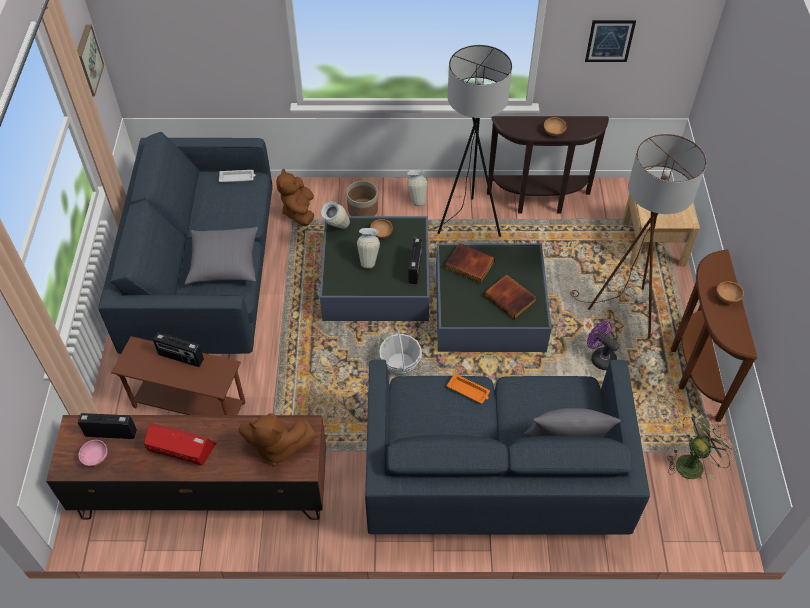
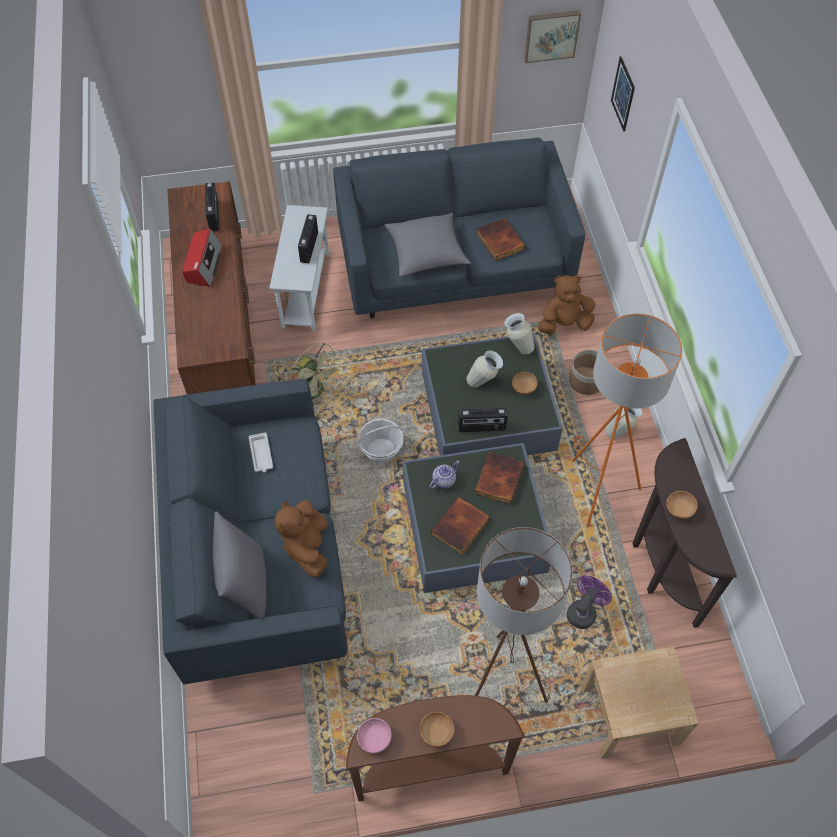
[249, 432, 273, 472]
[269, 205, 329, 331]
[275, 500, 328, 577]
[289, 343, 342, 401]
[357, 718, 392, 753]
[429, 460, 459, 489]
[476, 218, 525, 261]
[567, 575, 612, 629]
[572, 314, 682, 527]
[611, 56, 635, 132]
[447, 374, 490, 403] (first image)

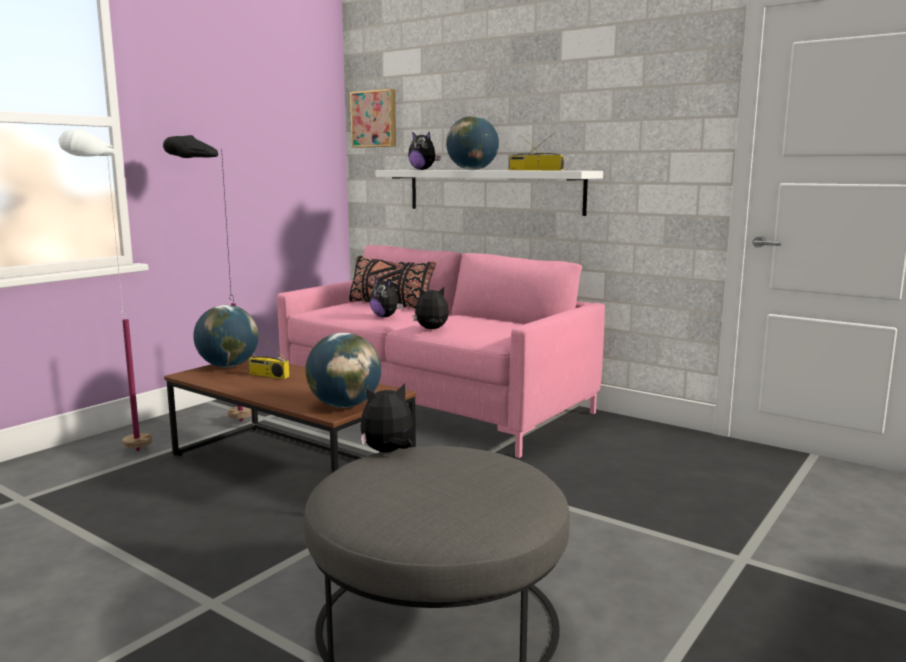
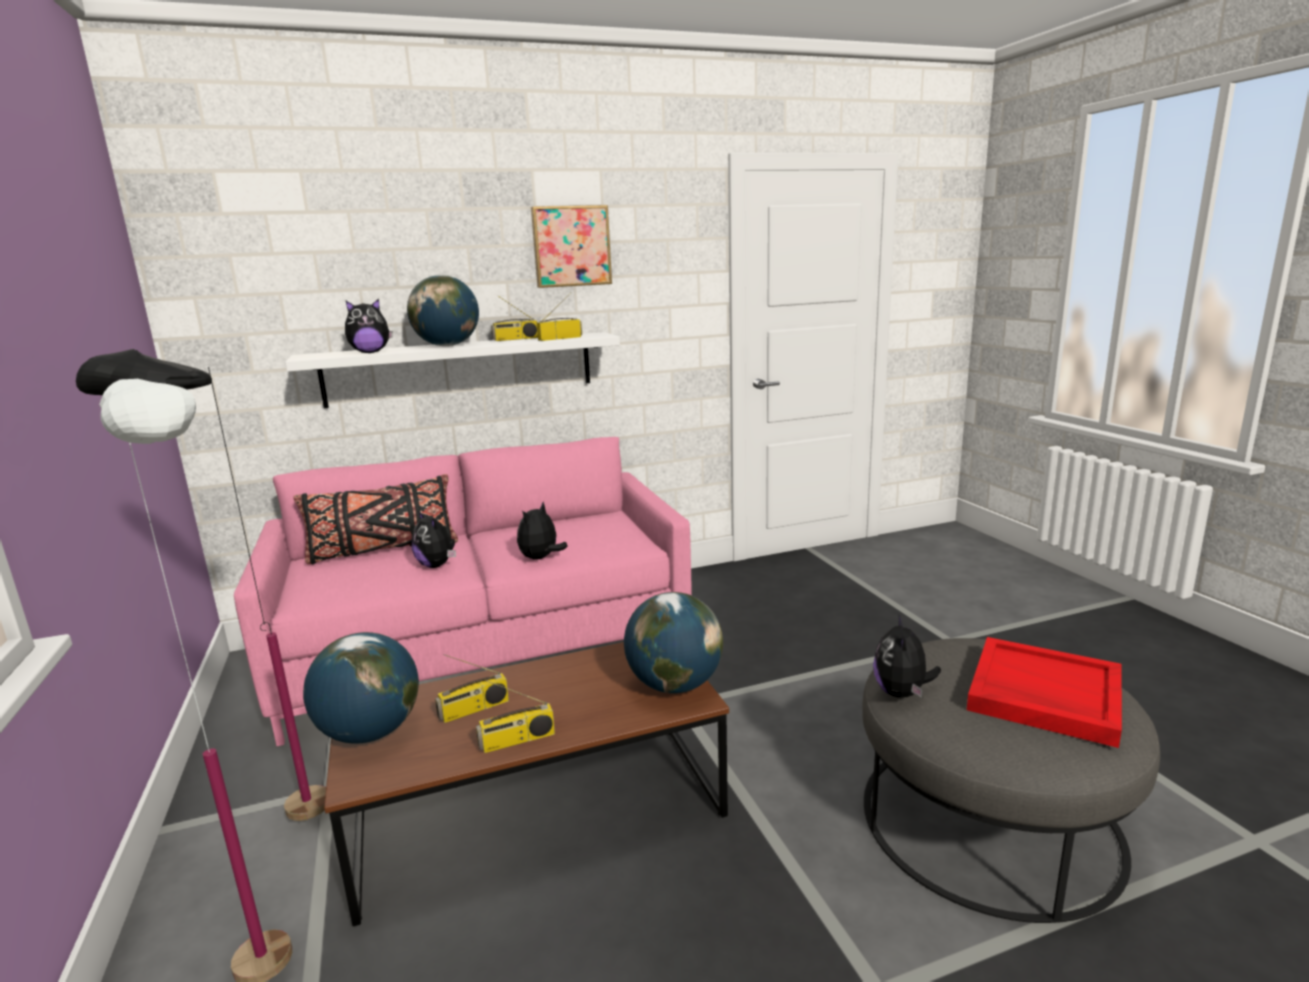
[412, 512, 456, 568]
[476, 680, 555, 753]
[531, 205, 612, 288]
[967, 637, 1122, 748]

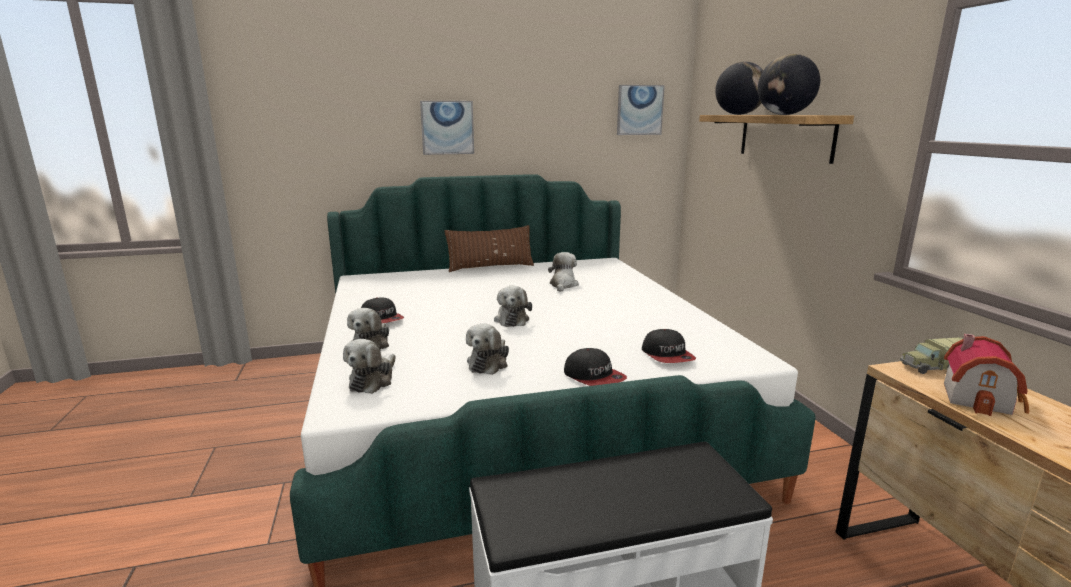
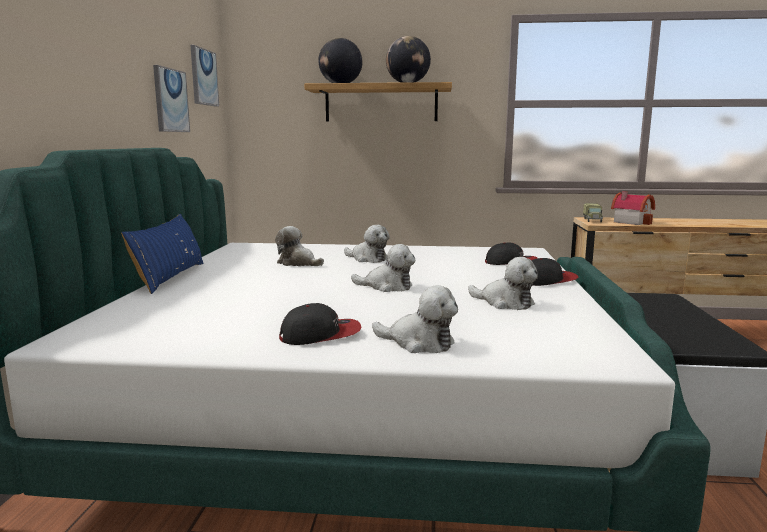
[121, 214, 203, 294]
[153, 65, 190, 132]
[344, 225, 390, 263]

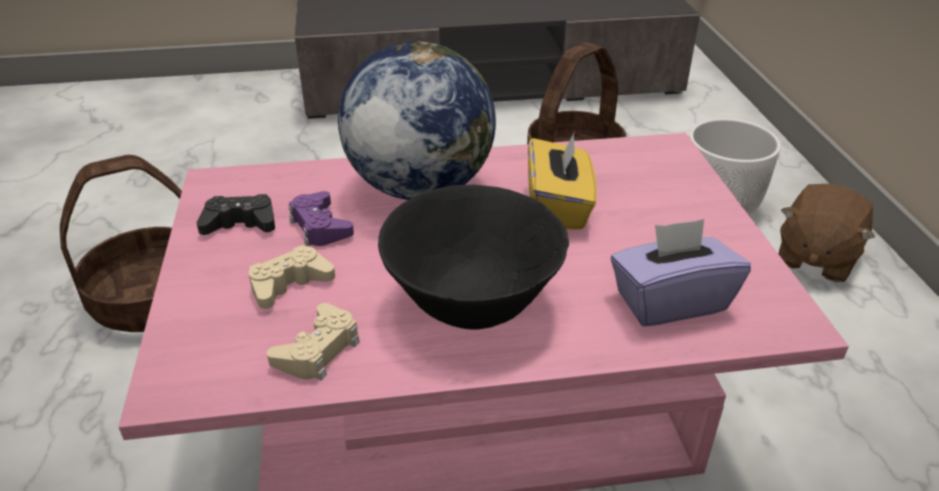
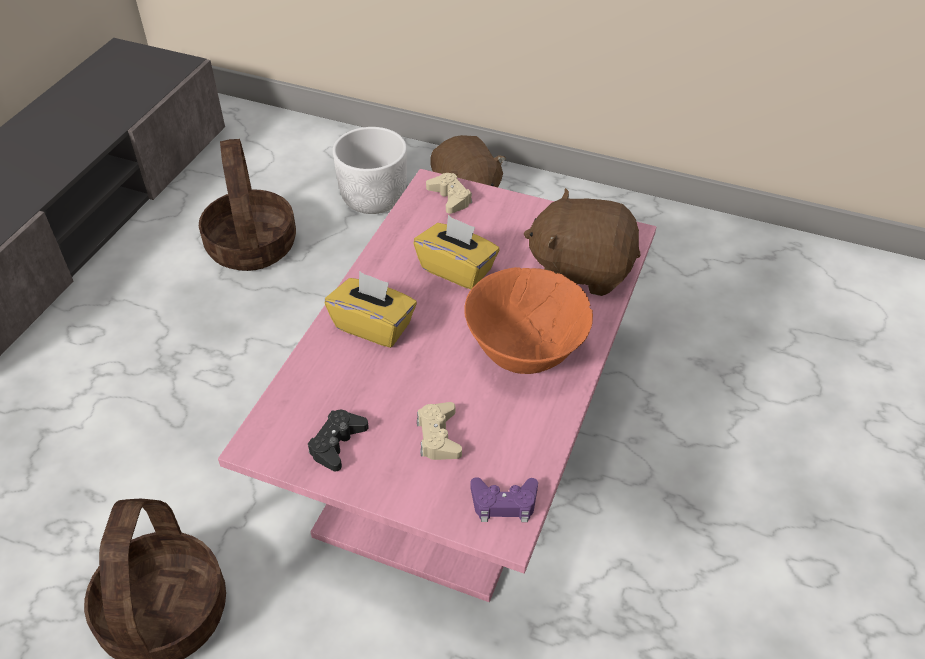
[325, 271, 417, 348]
[426, 173, 472, 214]
[464, 267, 593, 374]
[470, 477, 538, 522]
[524, 188, 641, 296]

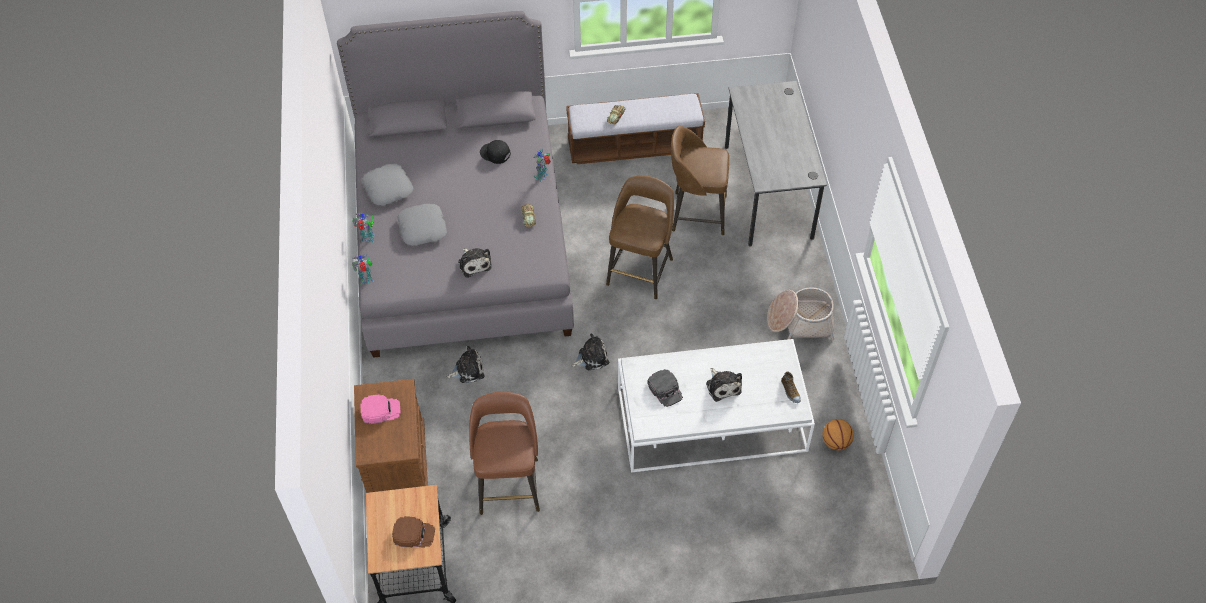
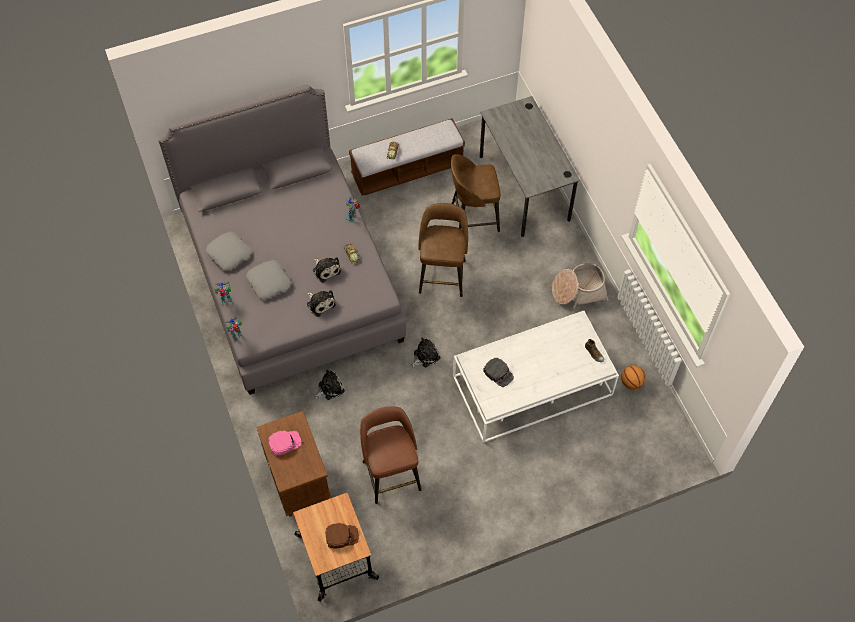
[313, 257, 341, 283]
[480, 140, 511, 164] (first image)

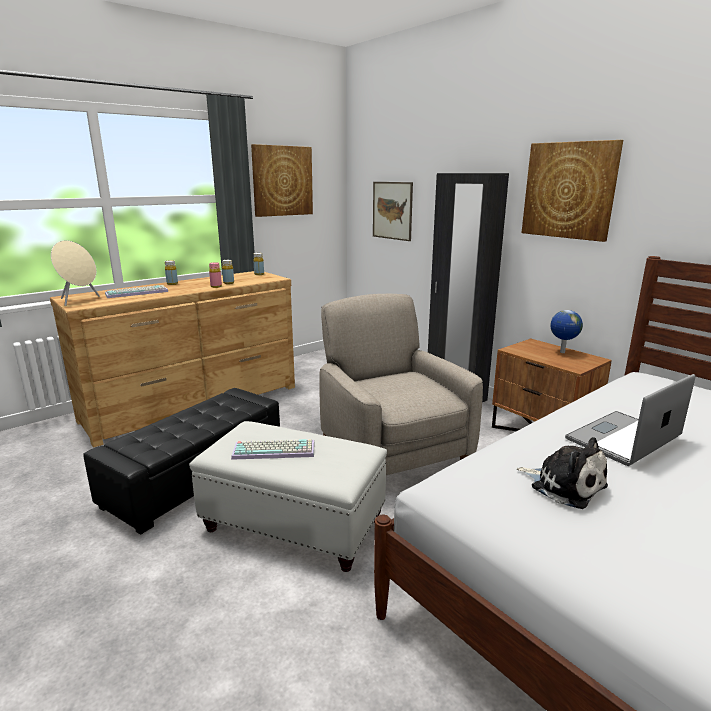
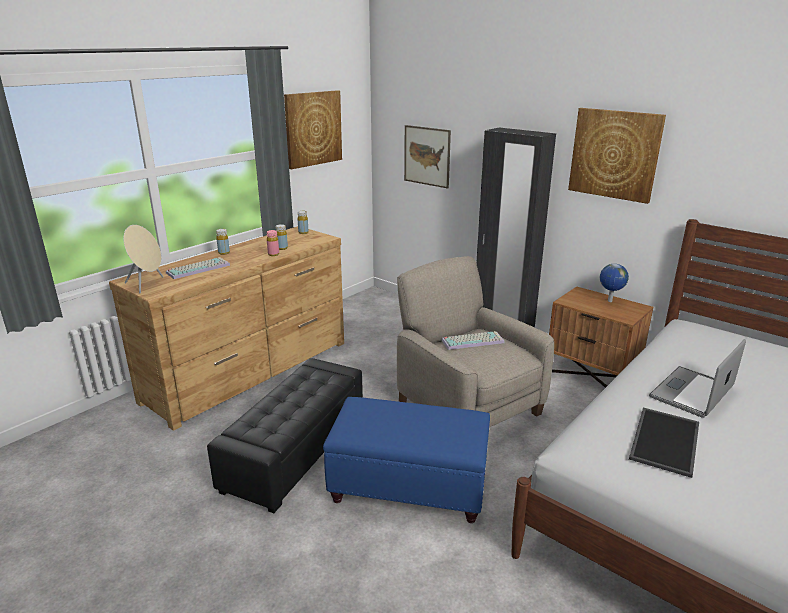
[323, 397, 490, 523]
[442, 331, 505, 350]
[629, 408, 699, 478]

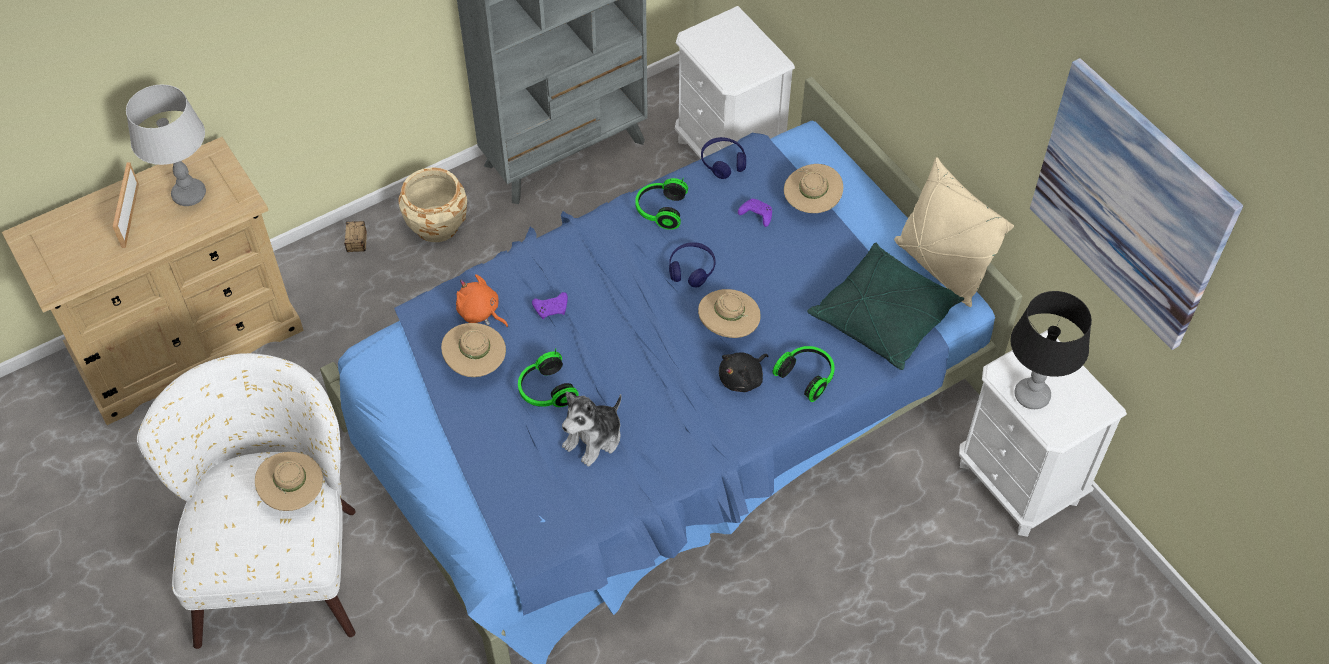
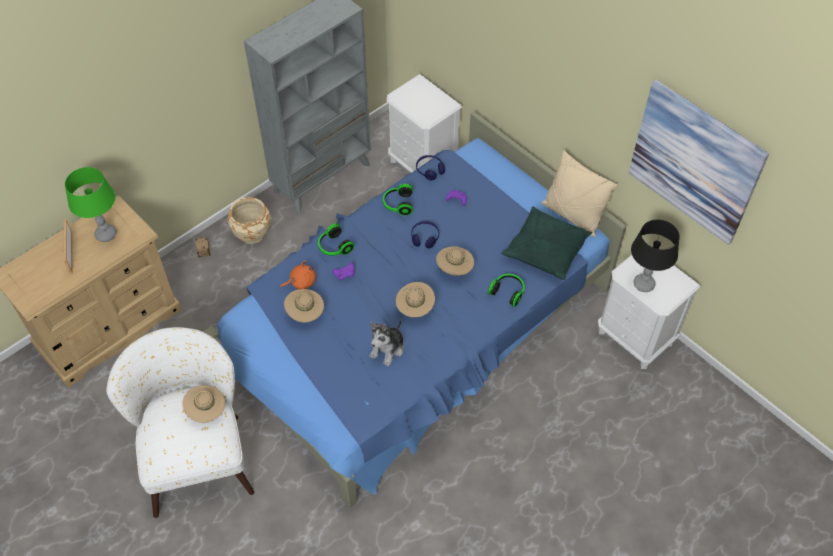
[65, 167, 117, 242]
[280, 260, 316, 289]
[318, 223, 354, 256]
[396, 282, 435, 317]
[719, 352, 768, 392] (first image)

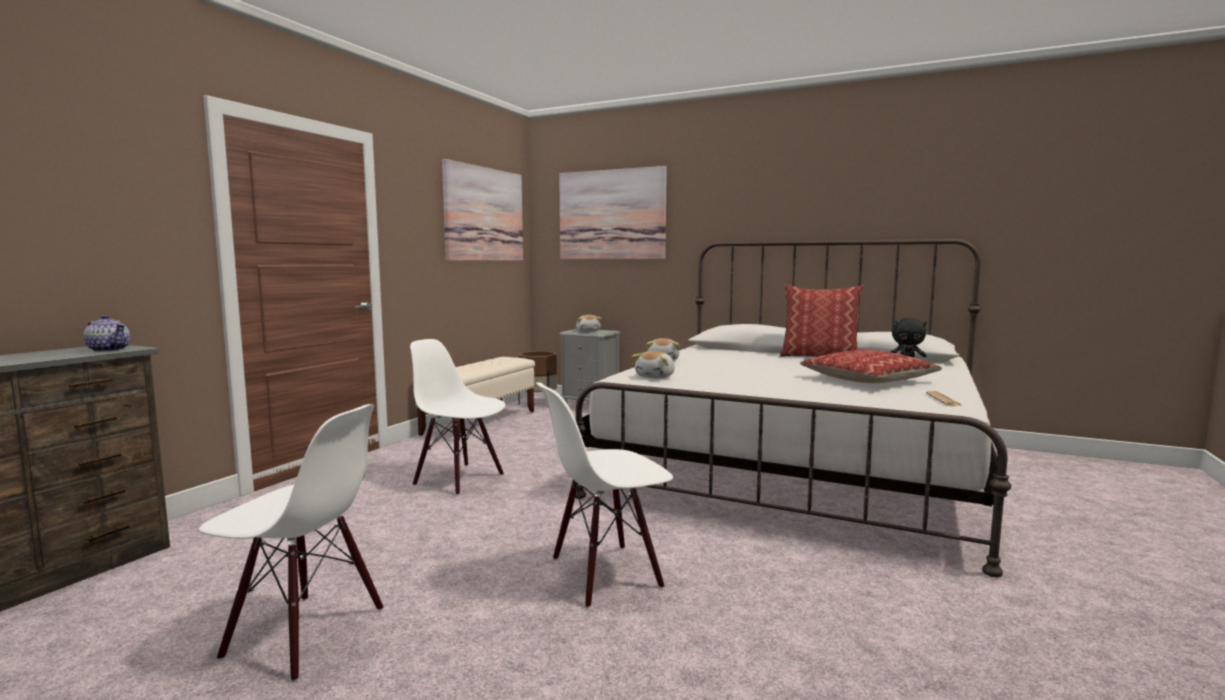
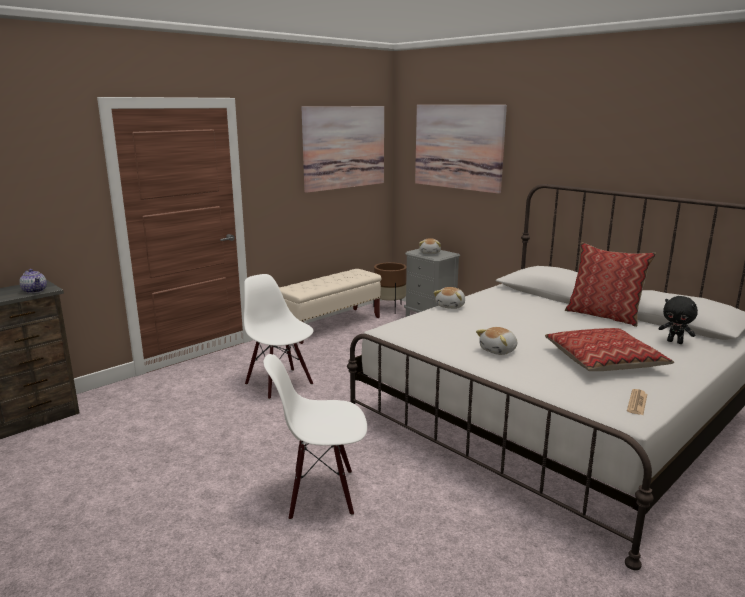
[476, 327, 517, 355]
[199, 404, 384, 682] (first image)

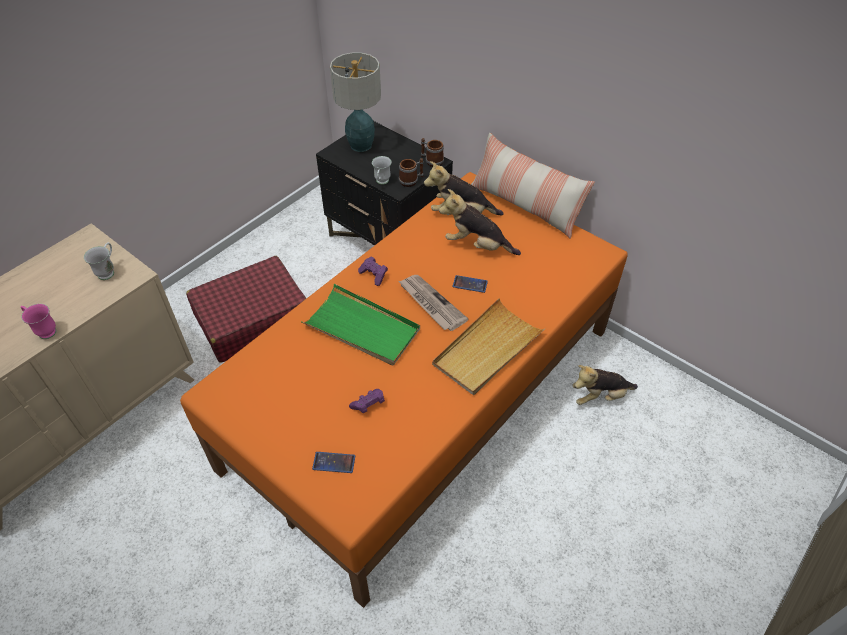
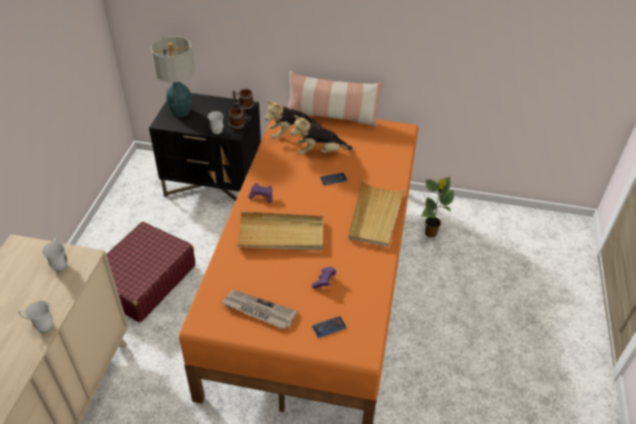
[18, 301, 53, 333]
[221, 290, 297, 329]
[236, 211, 323, 250]
[421, 176, 455, 237]

